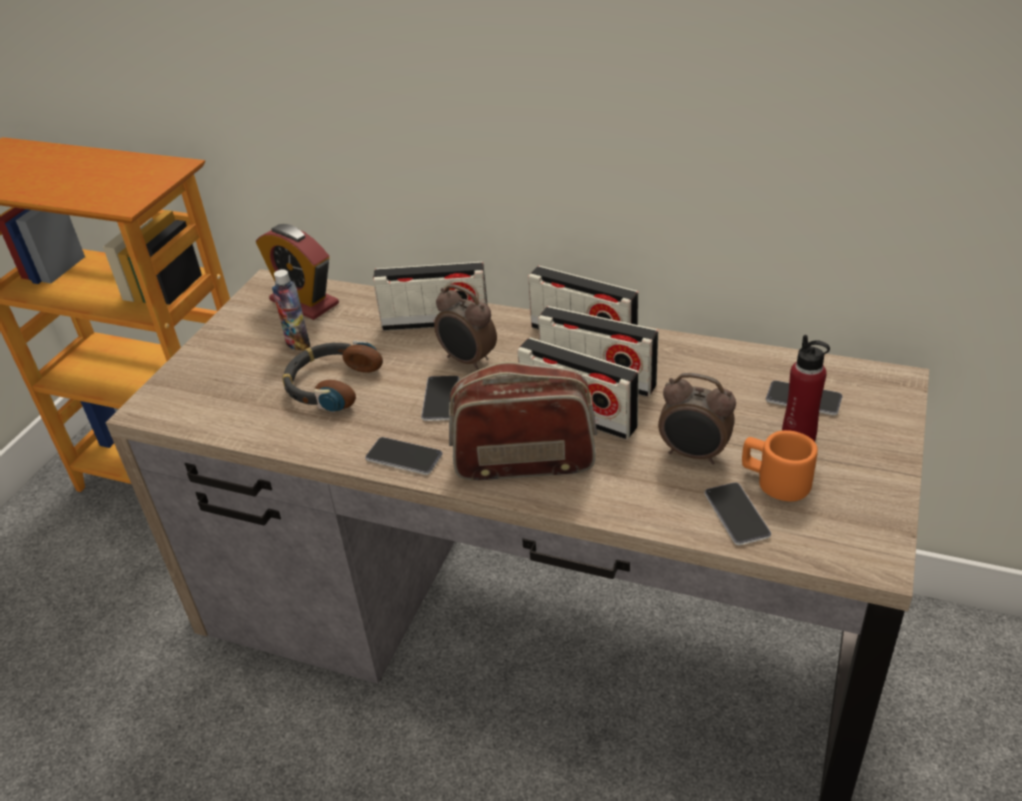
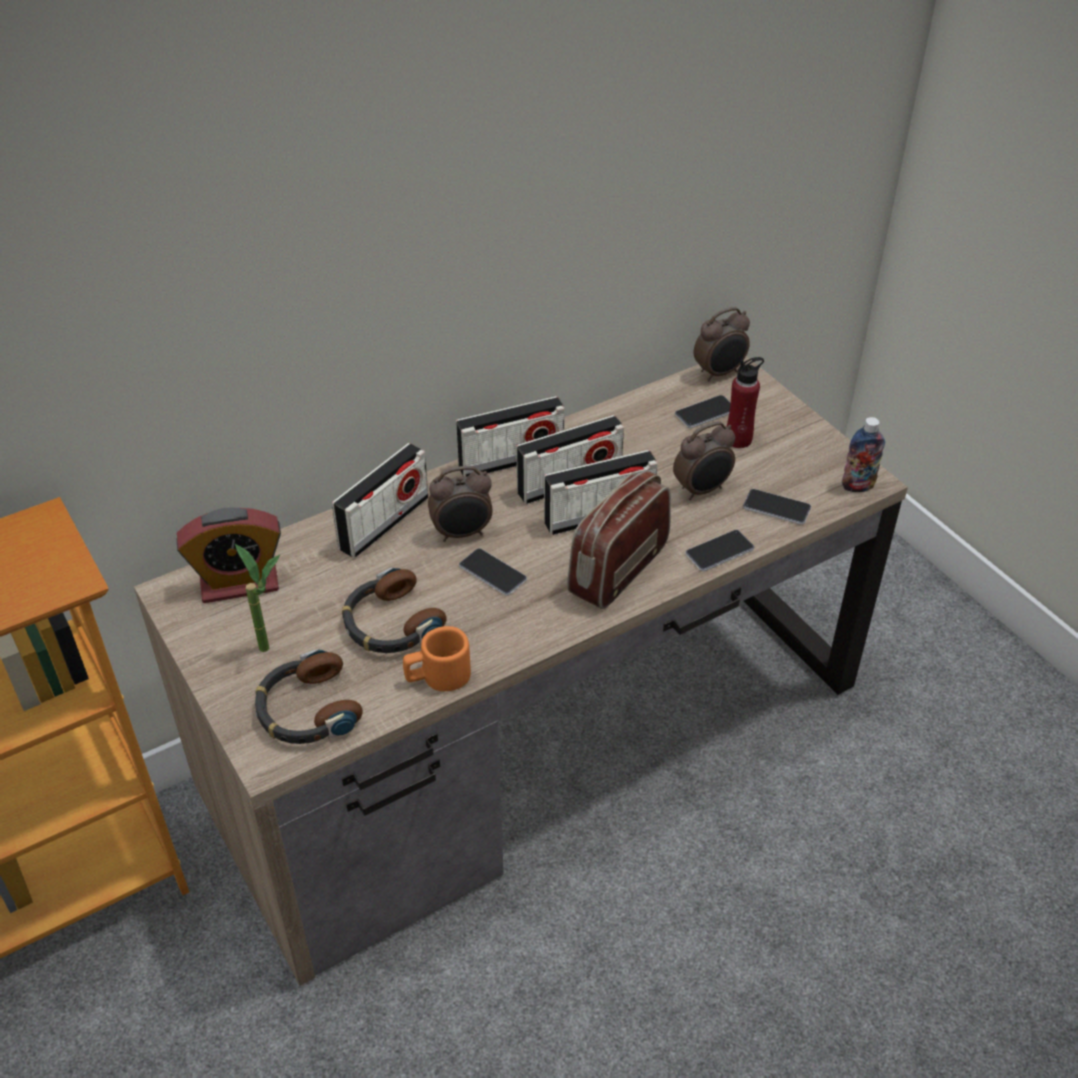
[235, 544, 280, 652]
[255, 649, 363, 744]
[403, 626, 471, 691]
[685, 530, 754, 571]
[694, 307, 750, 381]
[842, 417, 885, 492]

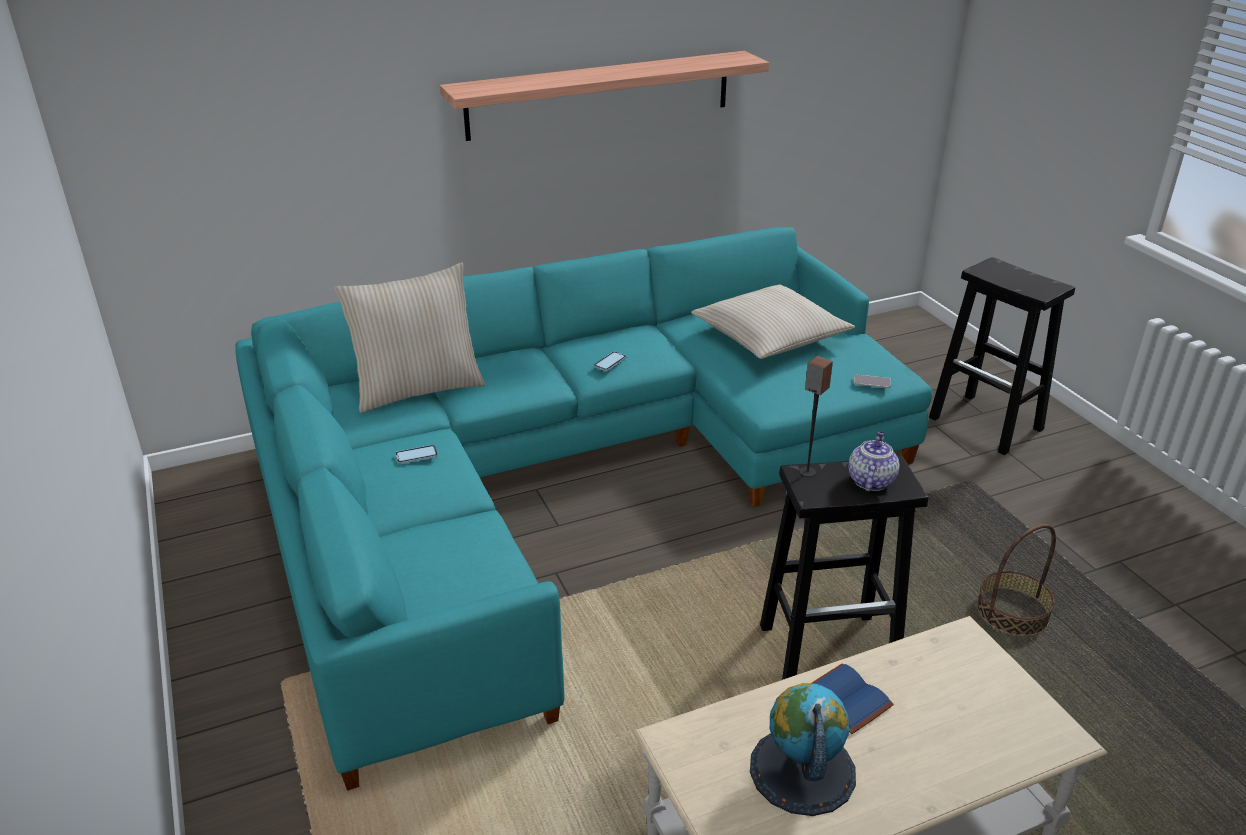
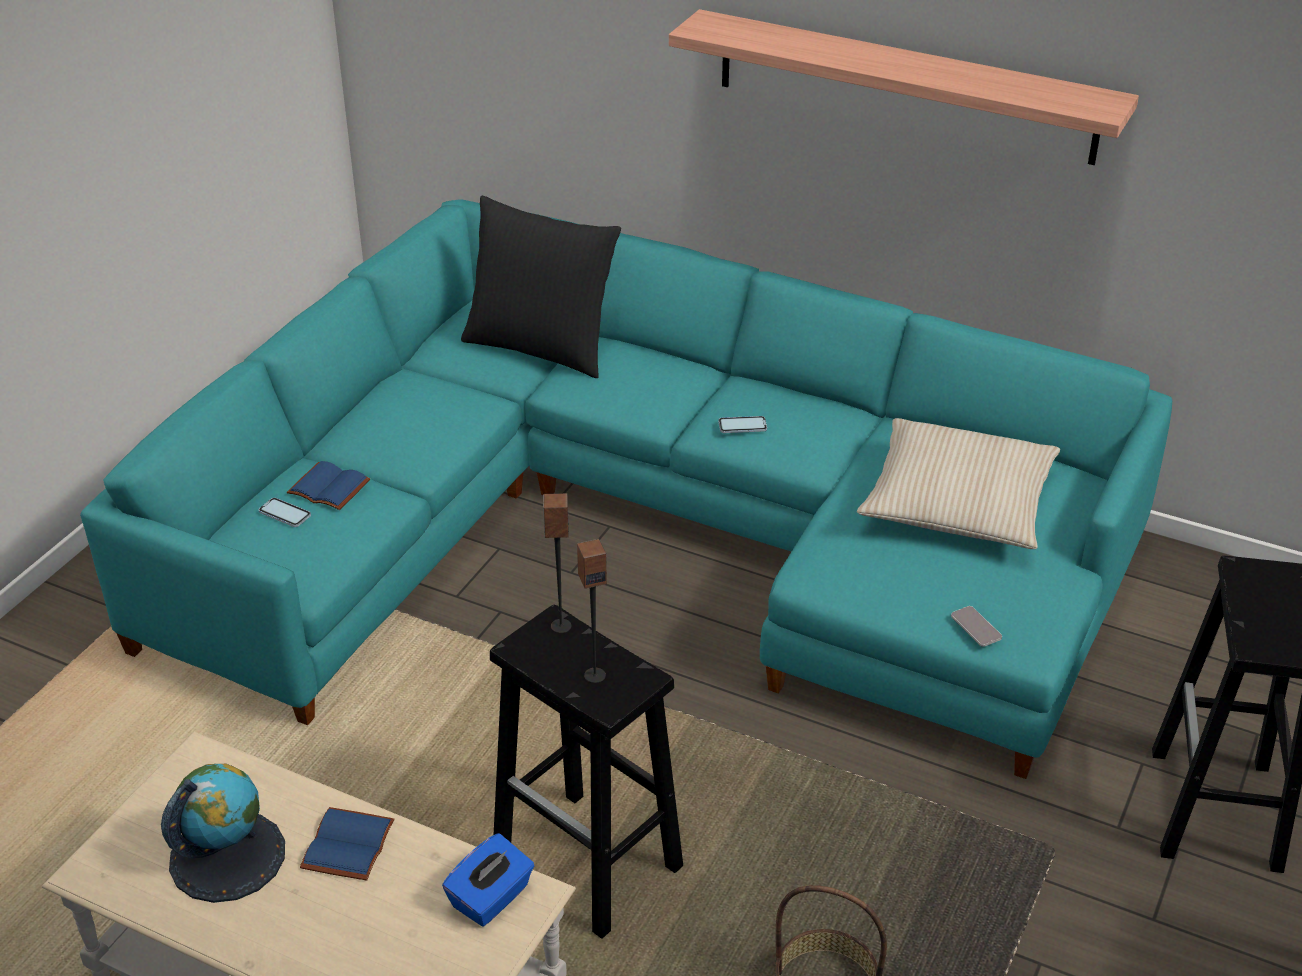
[259, 498, 311, 527]
[287, 461, 370, 510]
[442, 833, 535, 927]
[461, 196, 621, 378]
[577, 539, 607, 683]

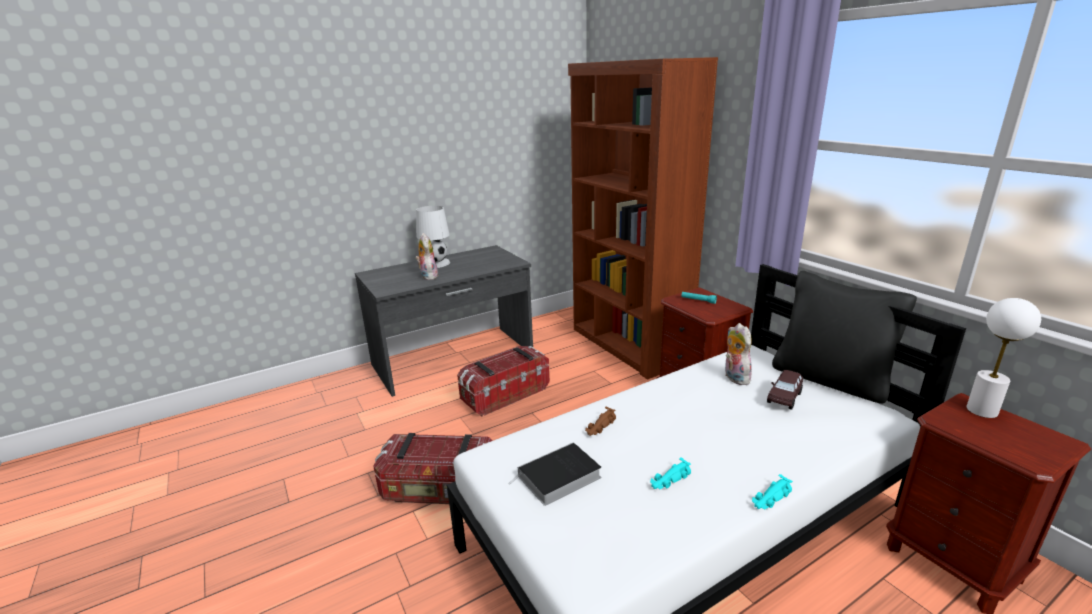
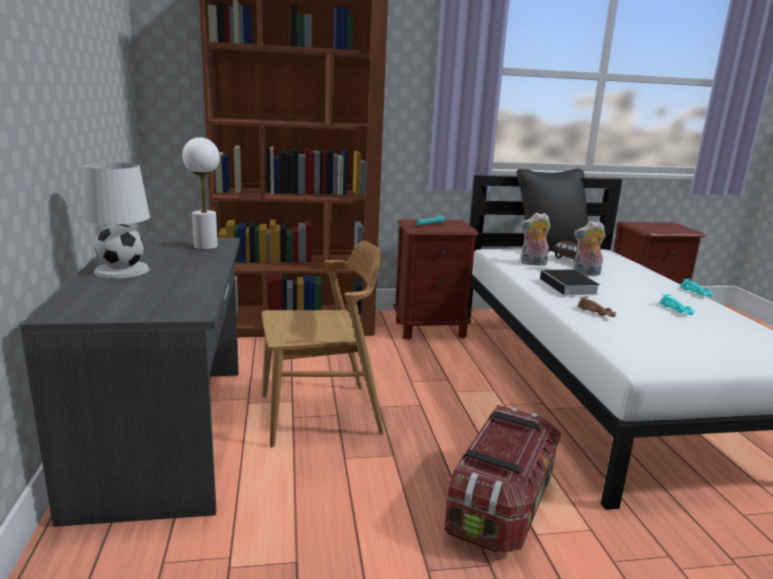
[182, 137, 220, 250]
[262, 241, 384, 447]
[540, 269, 600, 299]
[574, 221, 605, 276]

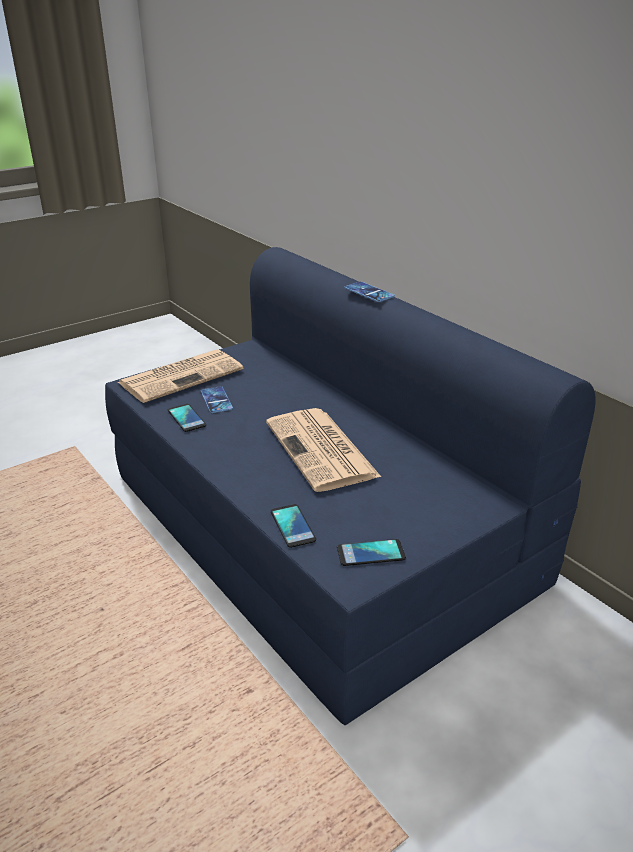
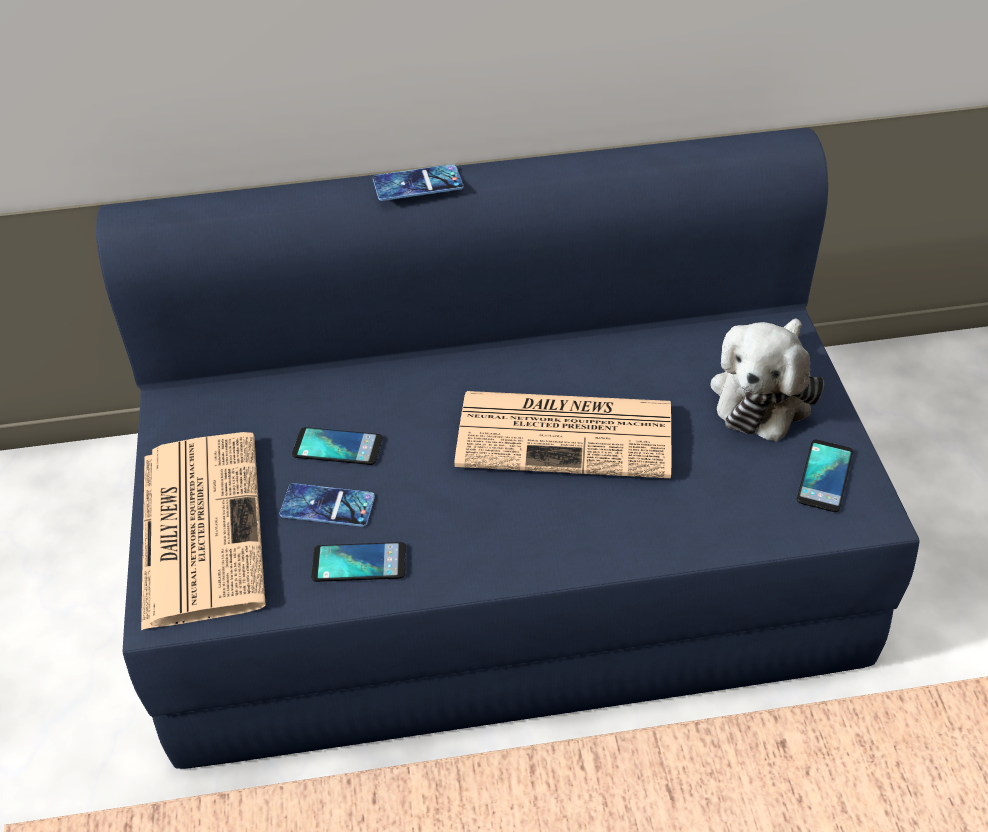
[292, 427, 383, 465]
[710, 318, 825, 442]

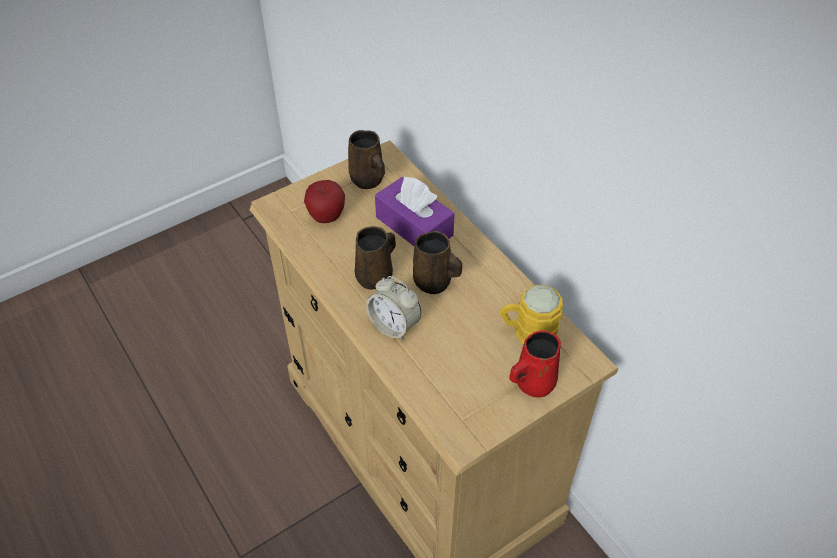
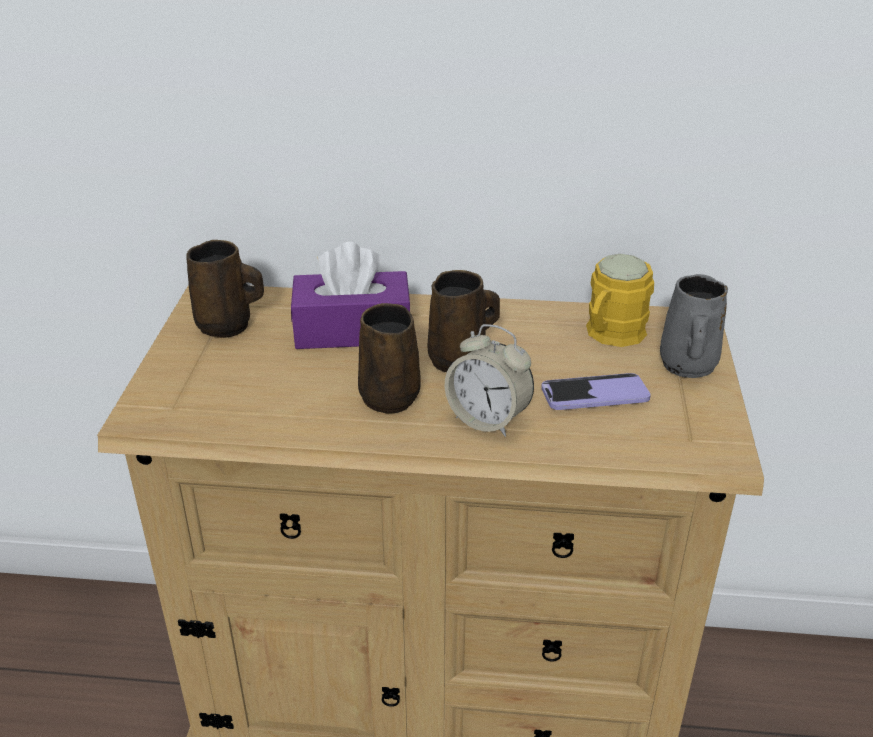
[445, 324, 534, 437]
[541, 373, 651, 410]
[660, 274, 728, 378]
[304, 180, 345, 223] (first image)

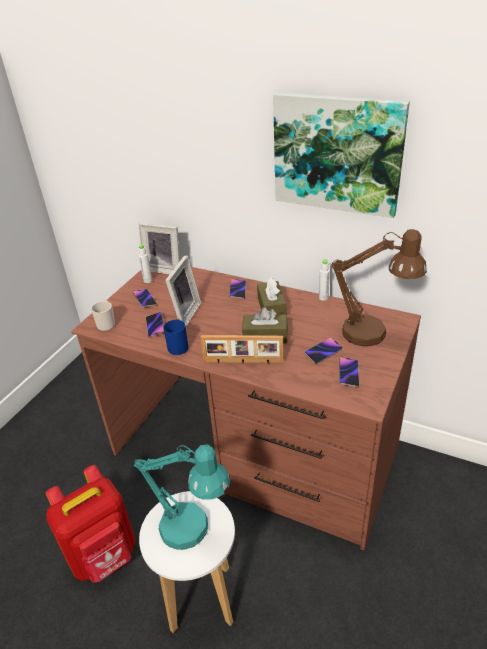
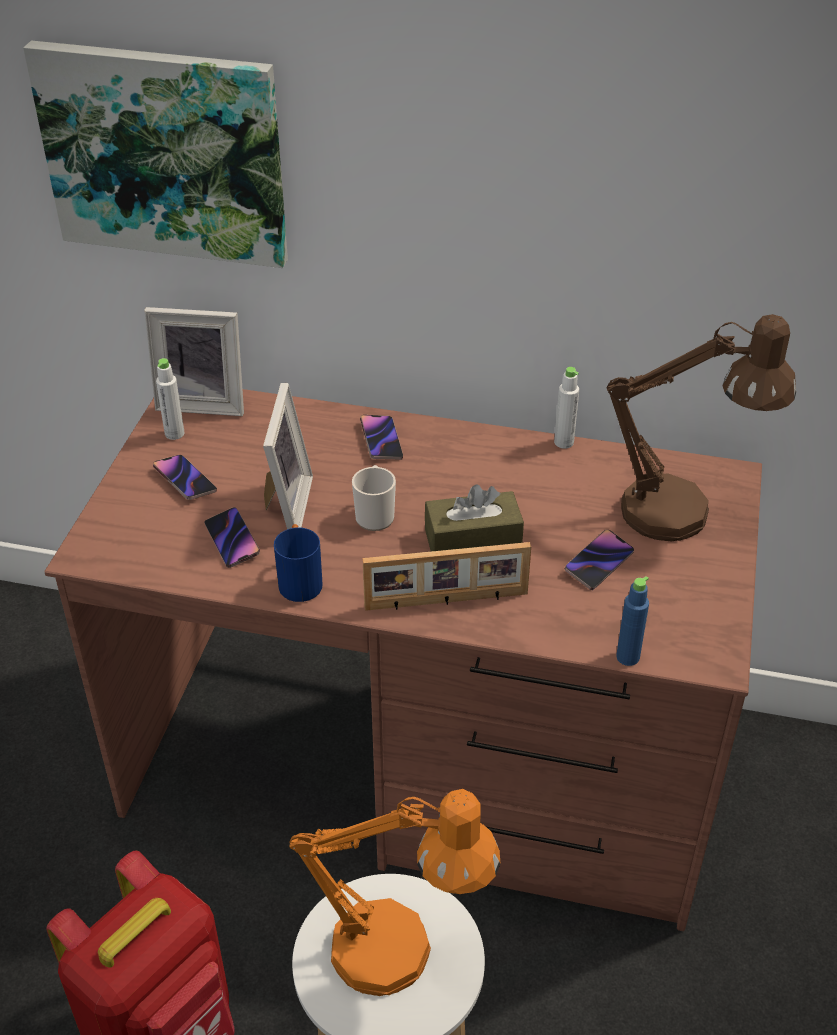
[23, 40, 288, 268]
[289, 789, 500, 996]
[352, 465, 396, 531]
[616, 576, 649, 666]
[257, 277, 286, 315] (first image)
[339, 357, 359, 388] (first image)

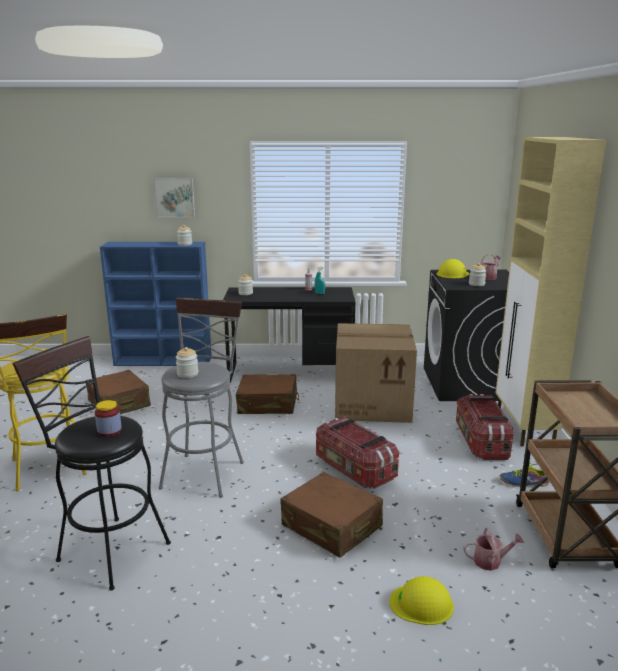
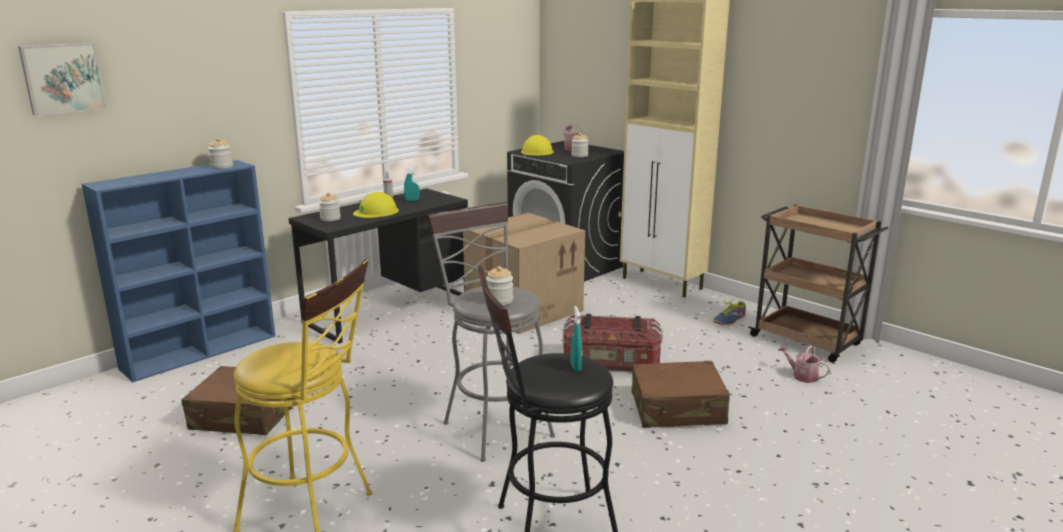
[18, 43, 107, 116]
[353, 192, 399, 218]
[571, 306, 582, 371]
[778, 345, 830, 383]
[236, 374, 299, 414] (first image)
[456, 394, 513, 460] (first image)

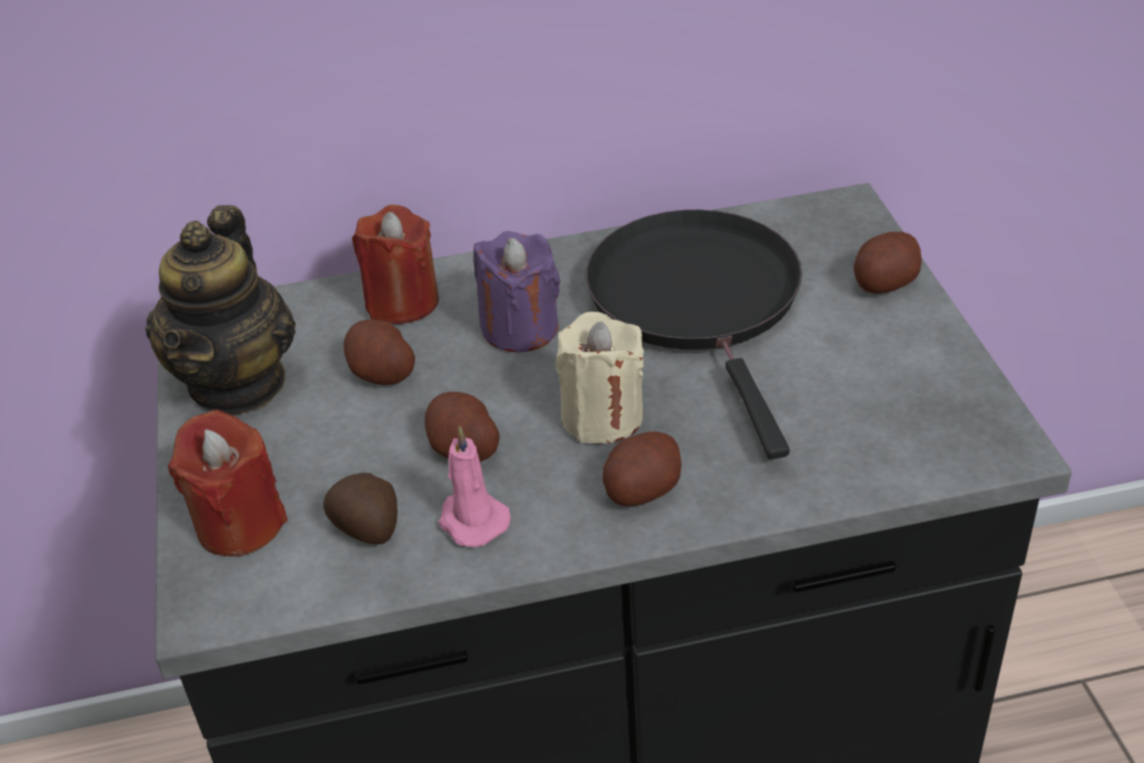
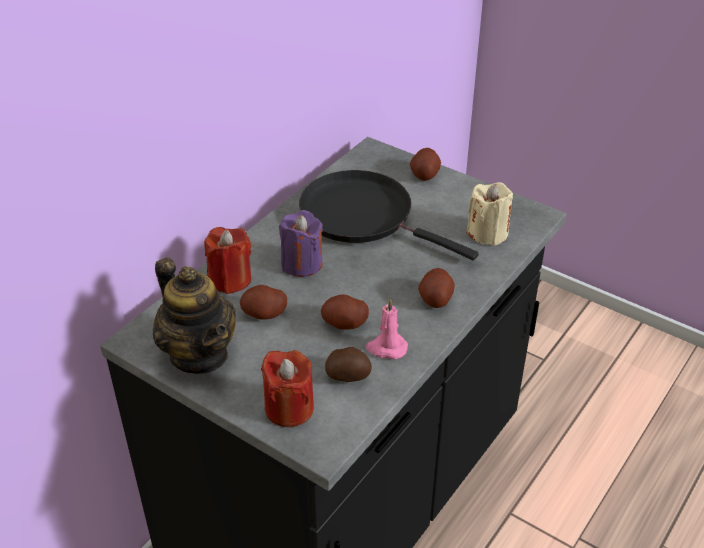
[466, 182, 513, 246]

